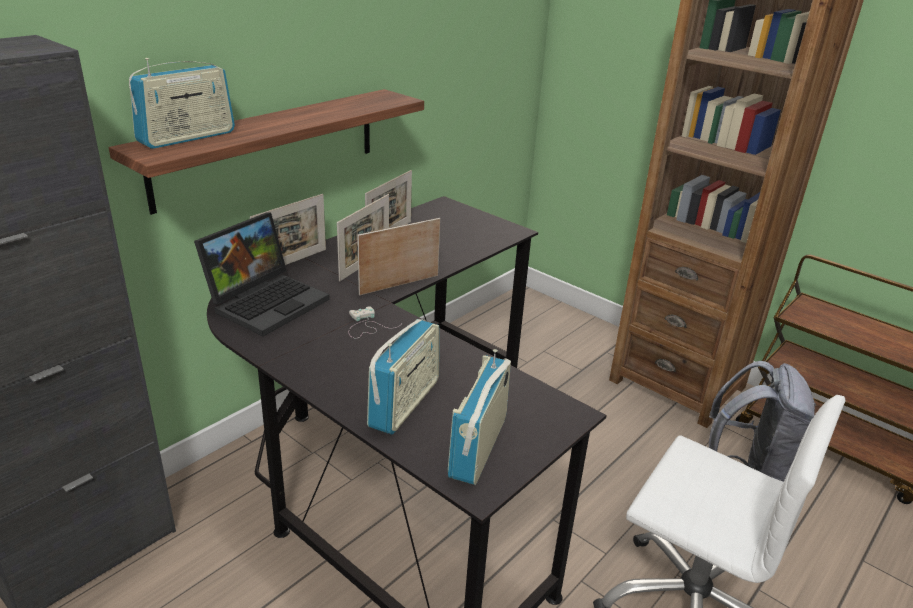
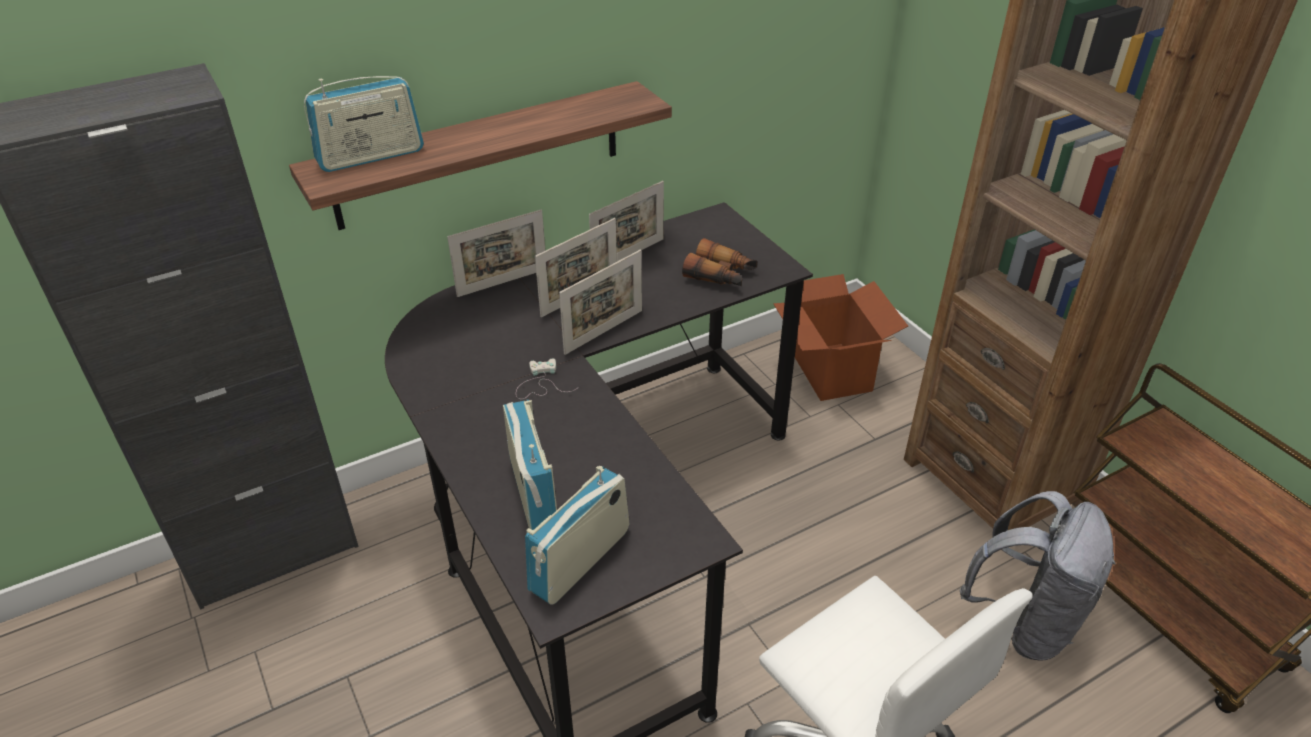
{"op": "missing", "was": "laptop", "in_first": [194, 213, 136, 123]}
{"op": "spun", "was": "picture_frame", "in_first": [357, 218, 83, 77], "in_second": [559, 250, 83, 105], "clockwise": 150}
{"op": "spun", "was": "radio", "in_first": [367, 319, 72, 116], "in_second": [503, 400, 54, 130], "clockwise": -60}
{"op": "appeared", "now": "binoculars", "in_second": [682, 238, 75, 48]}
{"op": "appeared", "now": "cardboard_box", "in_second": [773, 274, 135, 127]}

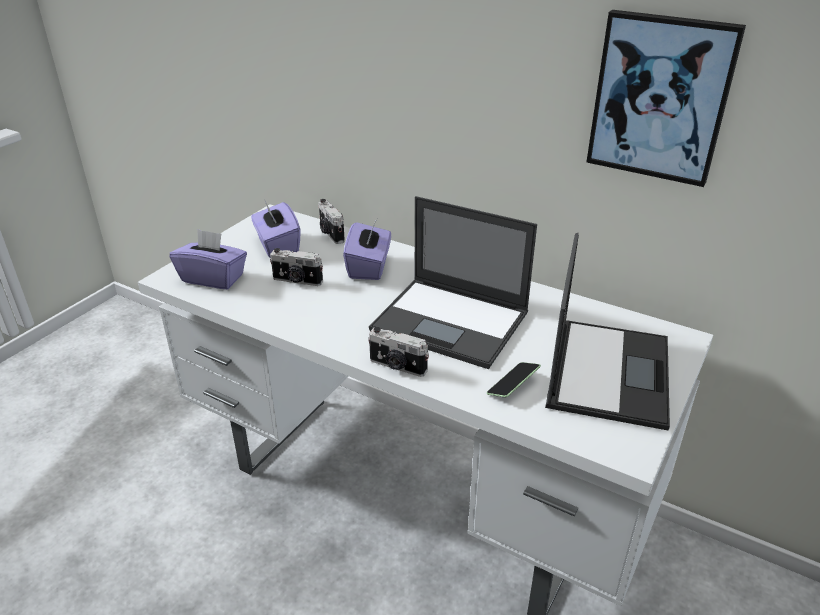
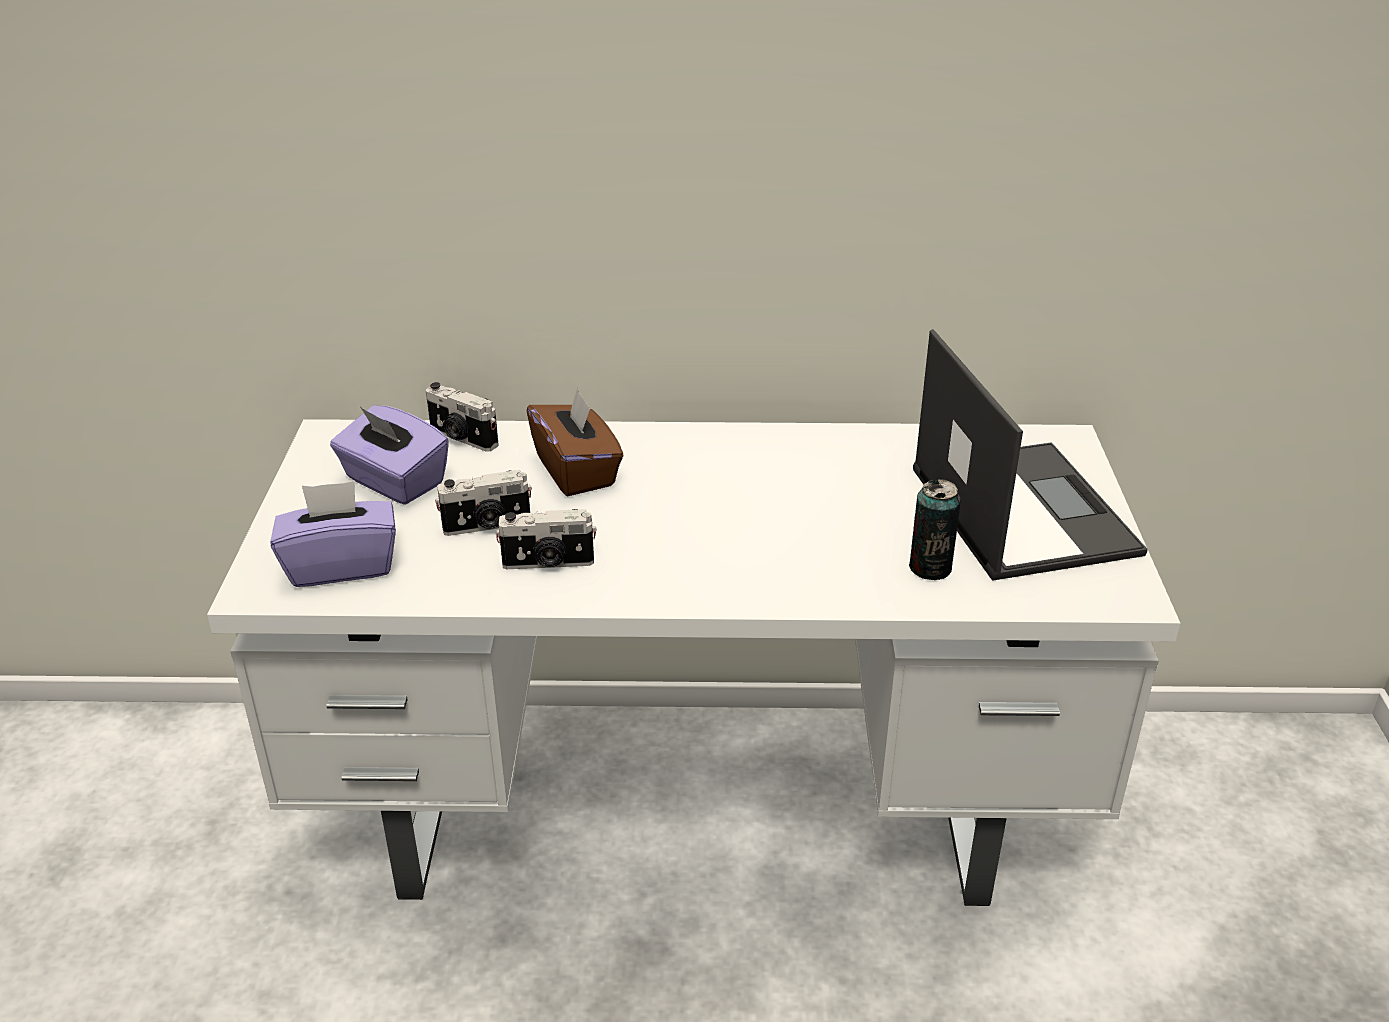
{"op": "missing", "was": "picture", "in_first": [587, 10, 159, 177]}
{"op": "missing", "was": "laptop", "in_first": [369, 196, 168, 173]}
{"op": "colour", "was": "purple_tissue_box", "now": "brown_tissue_box", "in_first": [343, 219, 48, 61], "in_second": [527, 388, 97, 108]}
{"op": "relocated", "was": "photo_camera", "in_first": [369, 327, 60, 50], "in_second": [496, 509, 101, 60]}
{"op": "exchanged", "was": "phone", "now": "can", "in_first": [487, 362, 54, 35], "in_second": [909, 479, 52, 101]}

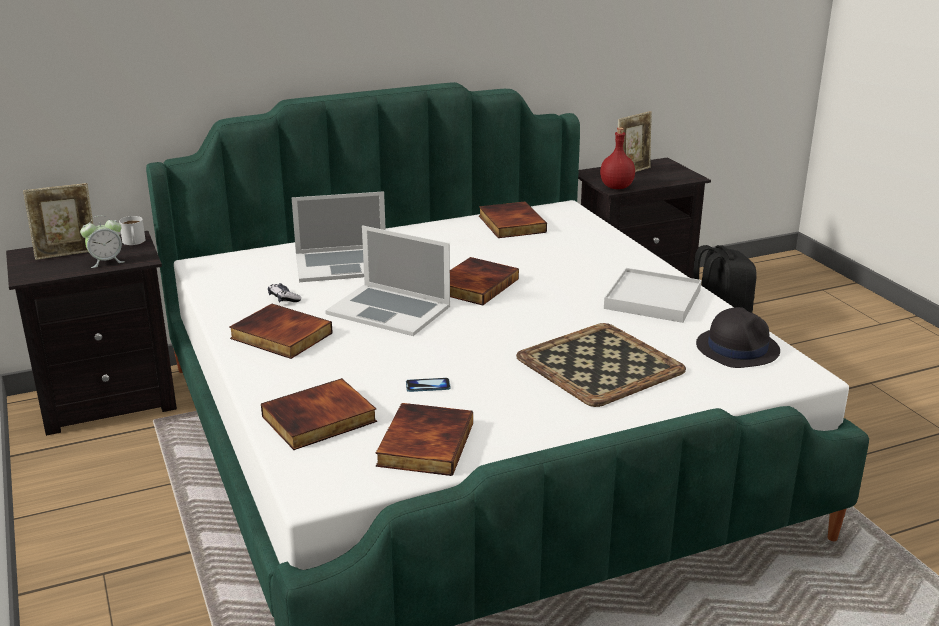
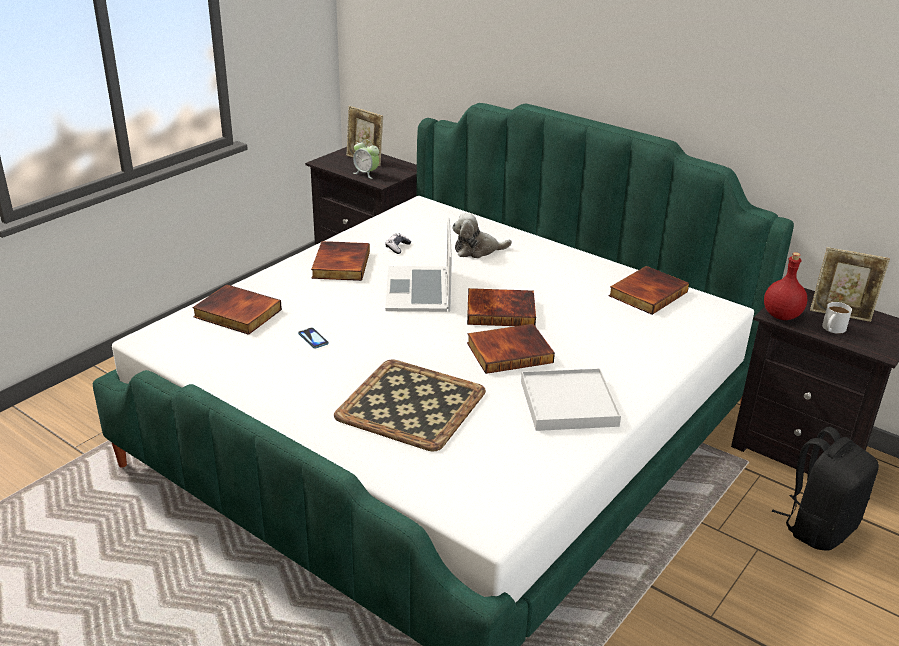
{"op": "exchanged", "was": "laptop", "now": "plush_toy", "in_first": [291, 191, 95, 91], "in_second": [452, 213, 60, 45]}
{"op": "relocated", "was": "white_mug", "in_first": [119, 216, 27, 29], "in_second": [822, 302, 30, 32]}
{"op": "missing", "was": "black_hat", "in_first": [696, 307, 84, 61]}
{"op": "relocated", "was": "book", "in_first": [376, 403, 97, 73], "in_second": [467, 324, 88, 50]}

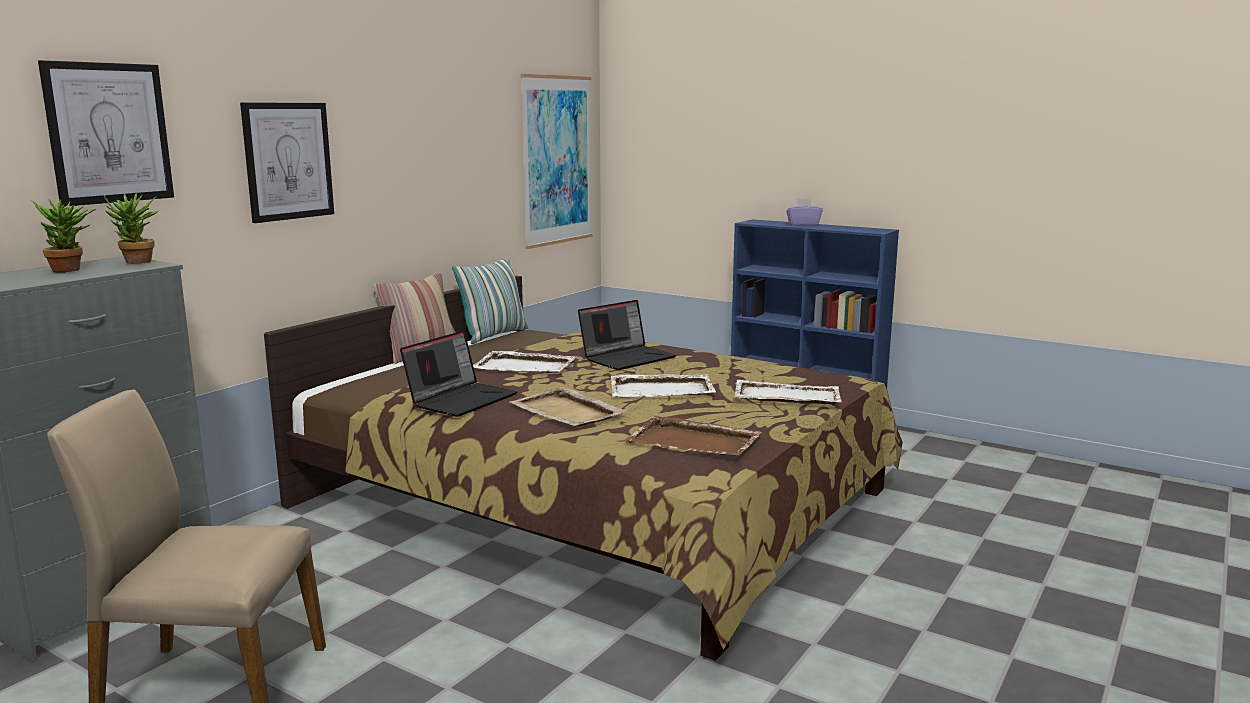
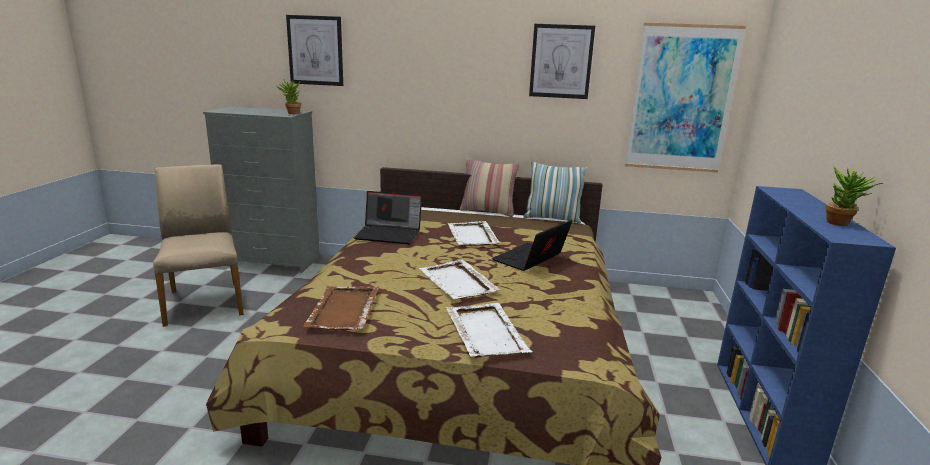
{"op": "relocated", "was": "picture", "in_first": [240, 102, 94, 121], "in_second": [529, 24, 66, 75]}
{"op": "relocated", "was": "potted_plant", "in_first": [33, 199, 63, 73], "in_second": [825, 166, 58, 60]}
{"op": "missing", "was": "purple_tissue_box", "in_first": [786, 199, 37, 27]}
{"op": "spun", "was": "laptop", "in_first": [578, 300, 98, 70], "in_second": [492, 219, 80, 52], "clockwise": 105}
{"op": "missing", "was": "beige_tray", "in_first": [510, 387, 117, 40]}

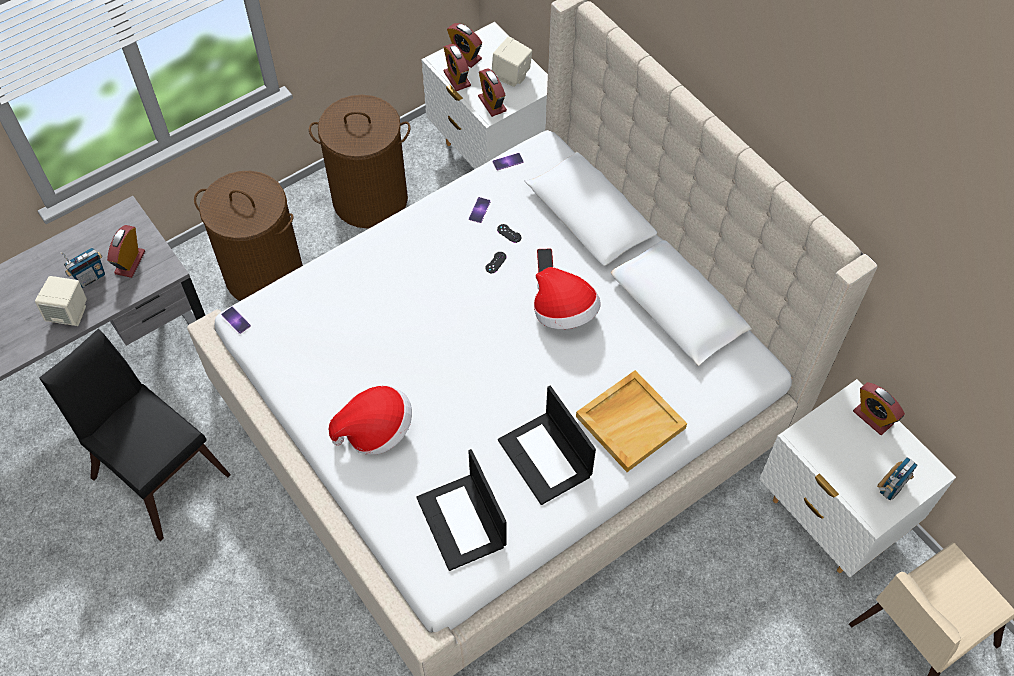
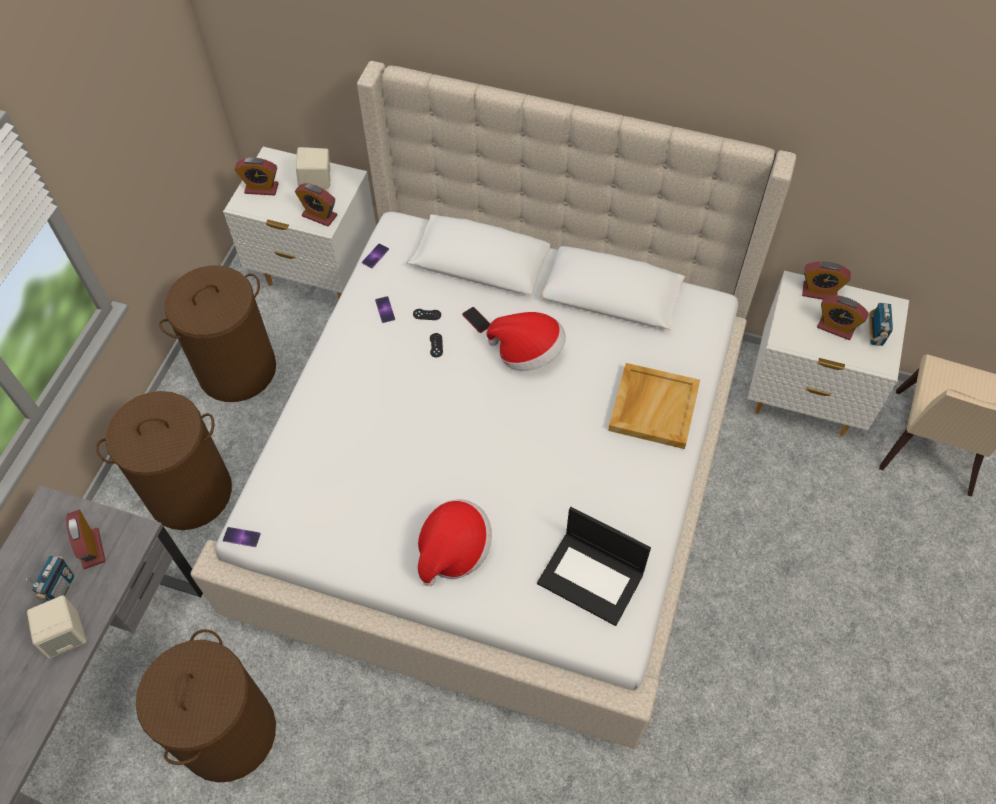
{"op": "relocated", "was": "alarm_clock", "in_first": [443, 44, 28, 47], "in_second": [817, 295, 52, 45]}
{"op": "exchanged", "was": "black_chair", "now": "brown_laundry_basket", "in_first": [39, 329, 192, 212], "in_second": [136, 629, 140, 153]}
{"op": "missing", "was": "laptop", "in_first": [498, 386, 98, 119]}

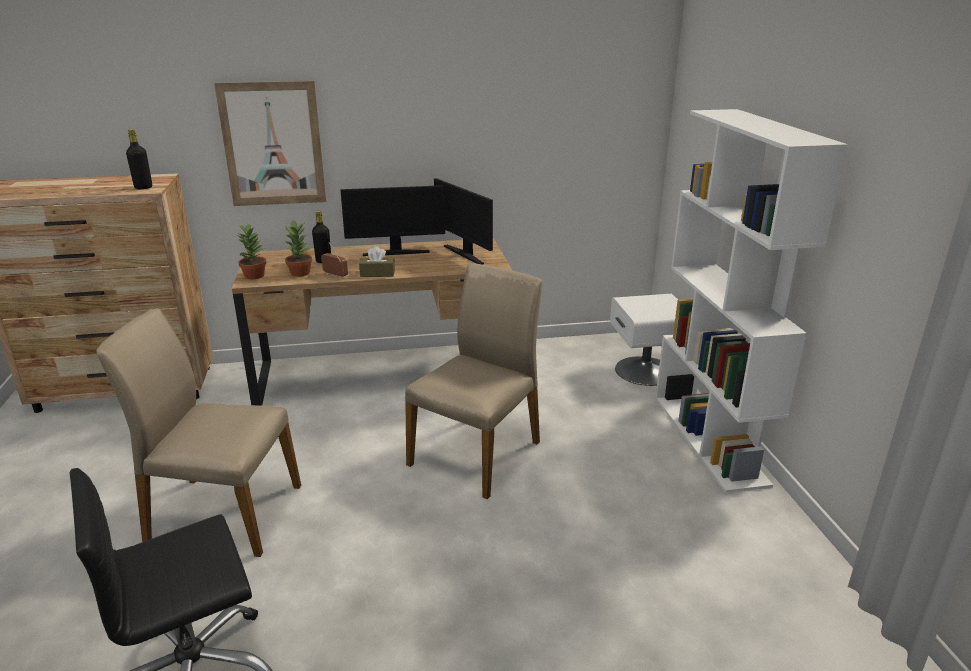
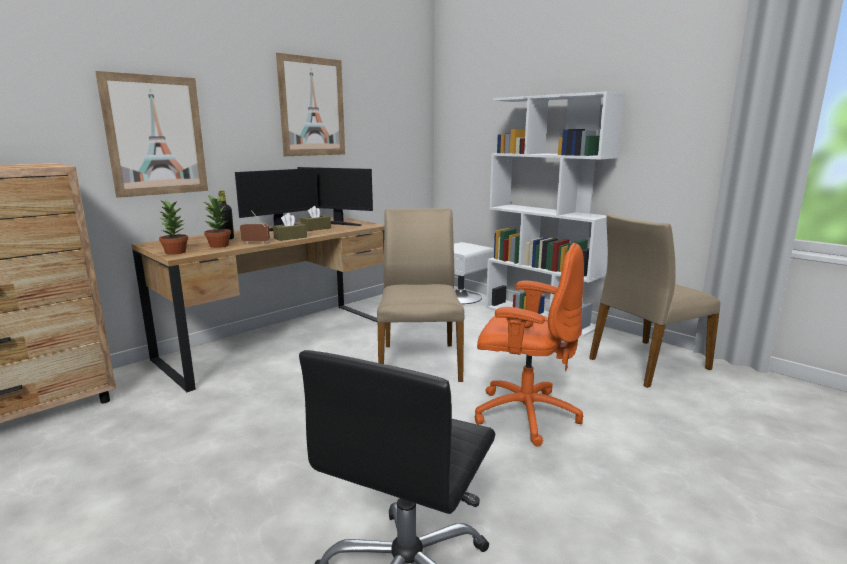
{"op": "missing", "was": "black_bottle", "in_first": [126, 129, 26, 60]}
{"op": "relocated", "was": "beige_chair", "in_first": [96, 308, 205, 249], "in_second": [589, 214, 132, 174]}
{"op": "appeared", "now": "picture", "in_second": [276, 53, 69, 103]}
{"op": "appeared", "now": "brown_tissue_box", "in_second": [300, 206, 31, 25]}
{"op": "appeared", "now": "orange_office_chair", "in_second": [475, 243, 109, 203]}

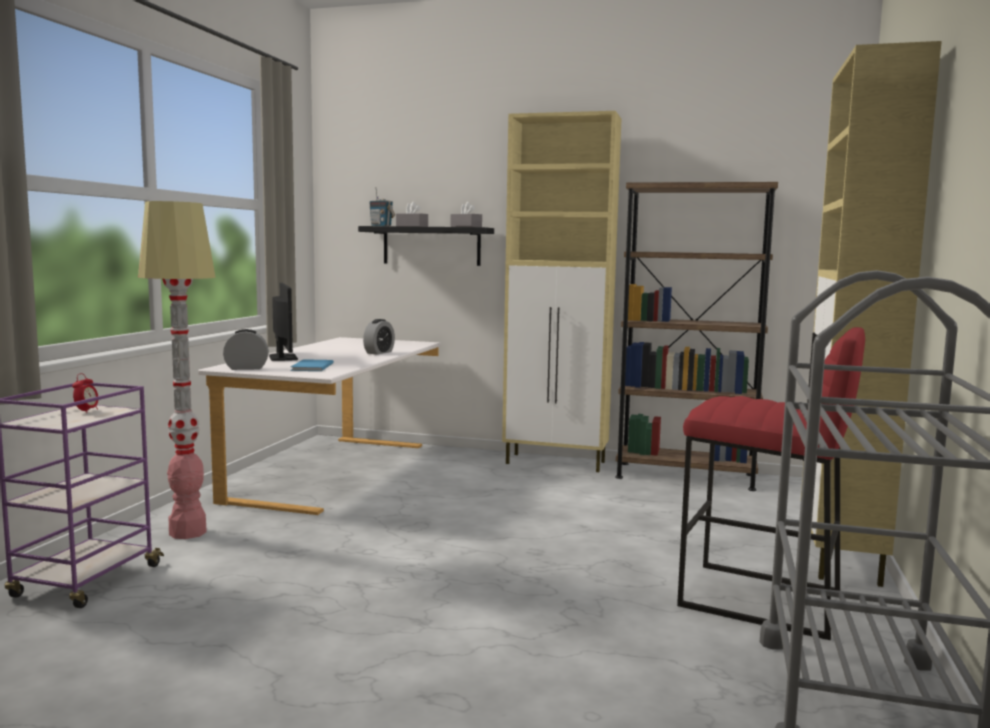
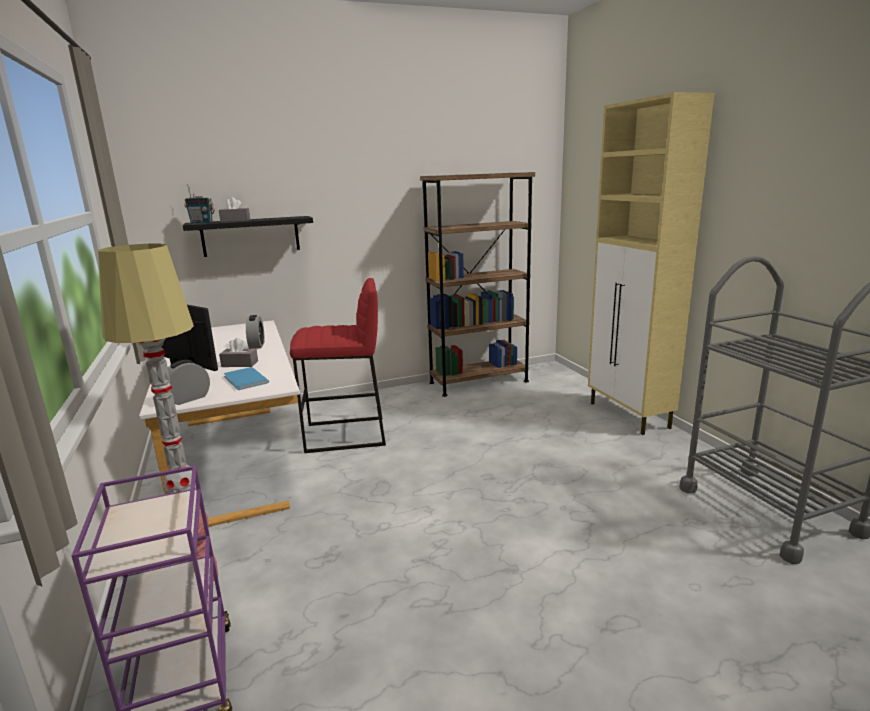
{"op": "missing", "was": "beige_cabinet", "in_first": [502, 111, 120, 361]}
{"op": "relocated", "was": "grey_tissue_box", "in_first": [451, 202, 31, 25], "in_second": [219, 338, 39, 29]}
{"op": "relocated", "was": "red_stool", "in_first": [677, 327, 188, 313], "in_second": [290, 278, 96, 175]}
{"op": "missing", "was": "alarm_clock", "in_first": [72, 373, 26, 40]}

